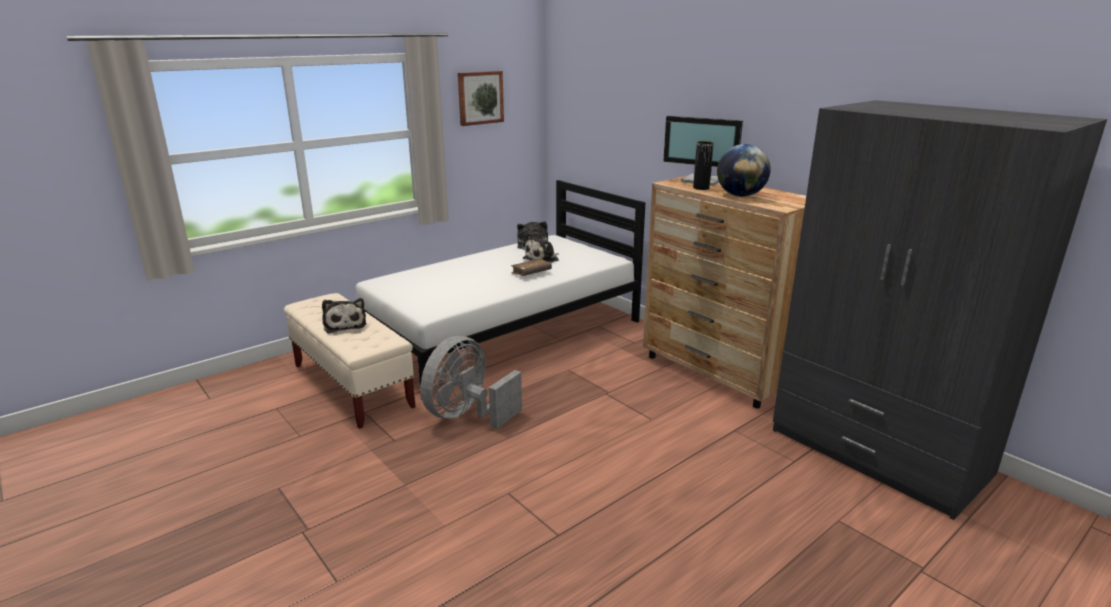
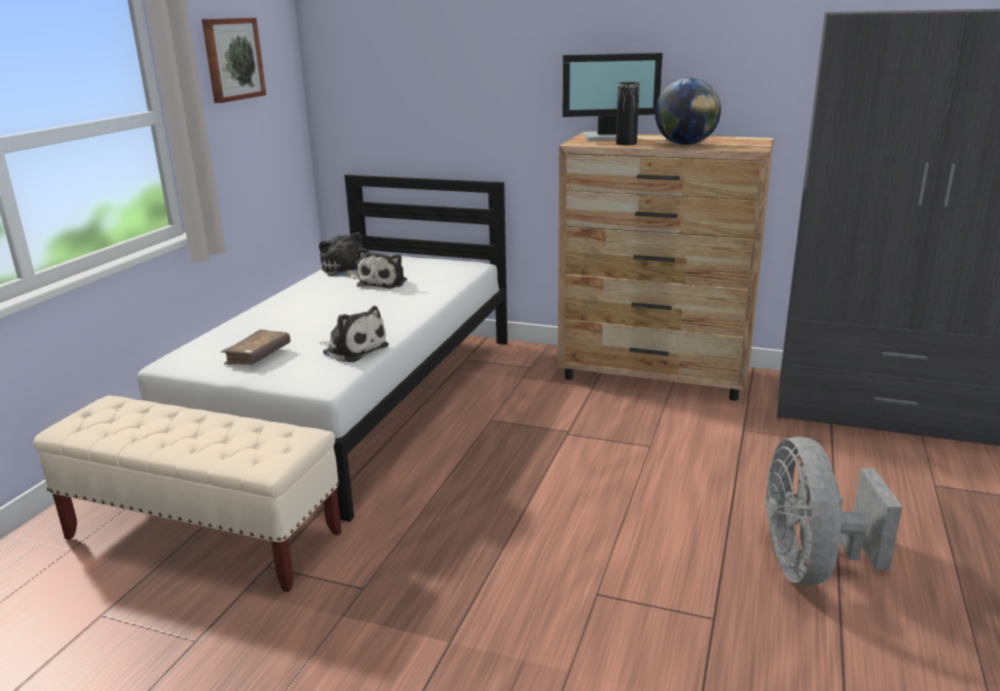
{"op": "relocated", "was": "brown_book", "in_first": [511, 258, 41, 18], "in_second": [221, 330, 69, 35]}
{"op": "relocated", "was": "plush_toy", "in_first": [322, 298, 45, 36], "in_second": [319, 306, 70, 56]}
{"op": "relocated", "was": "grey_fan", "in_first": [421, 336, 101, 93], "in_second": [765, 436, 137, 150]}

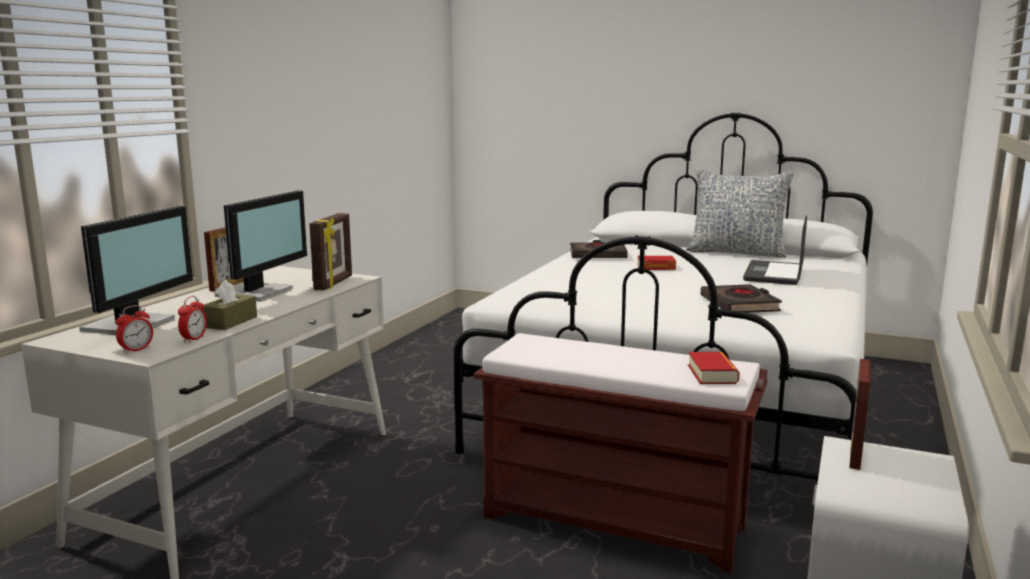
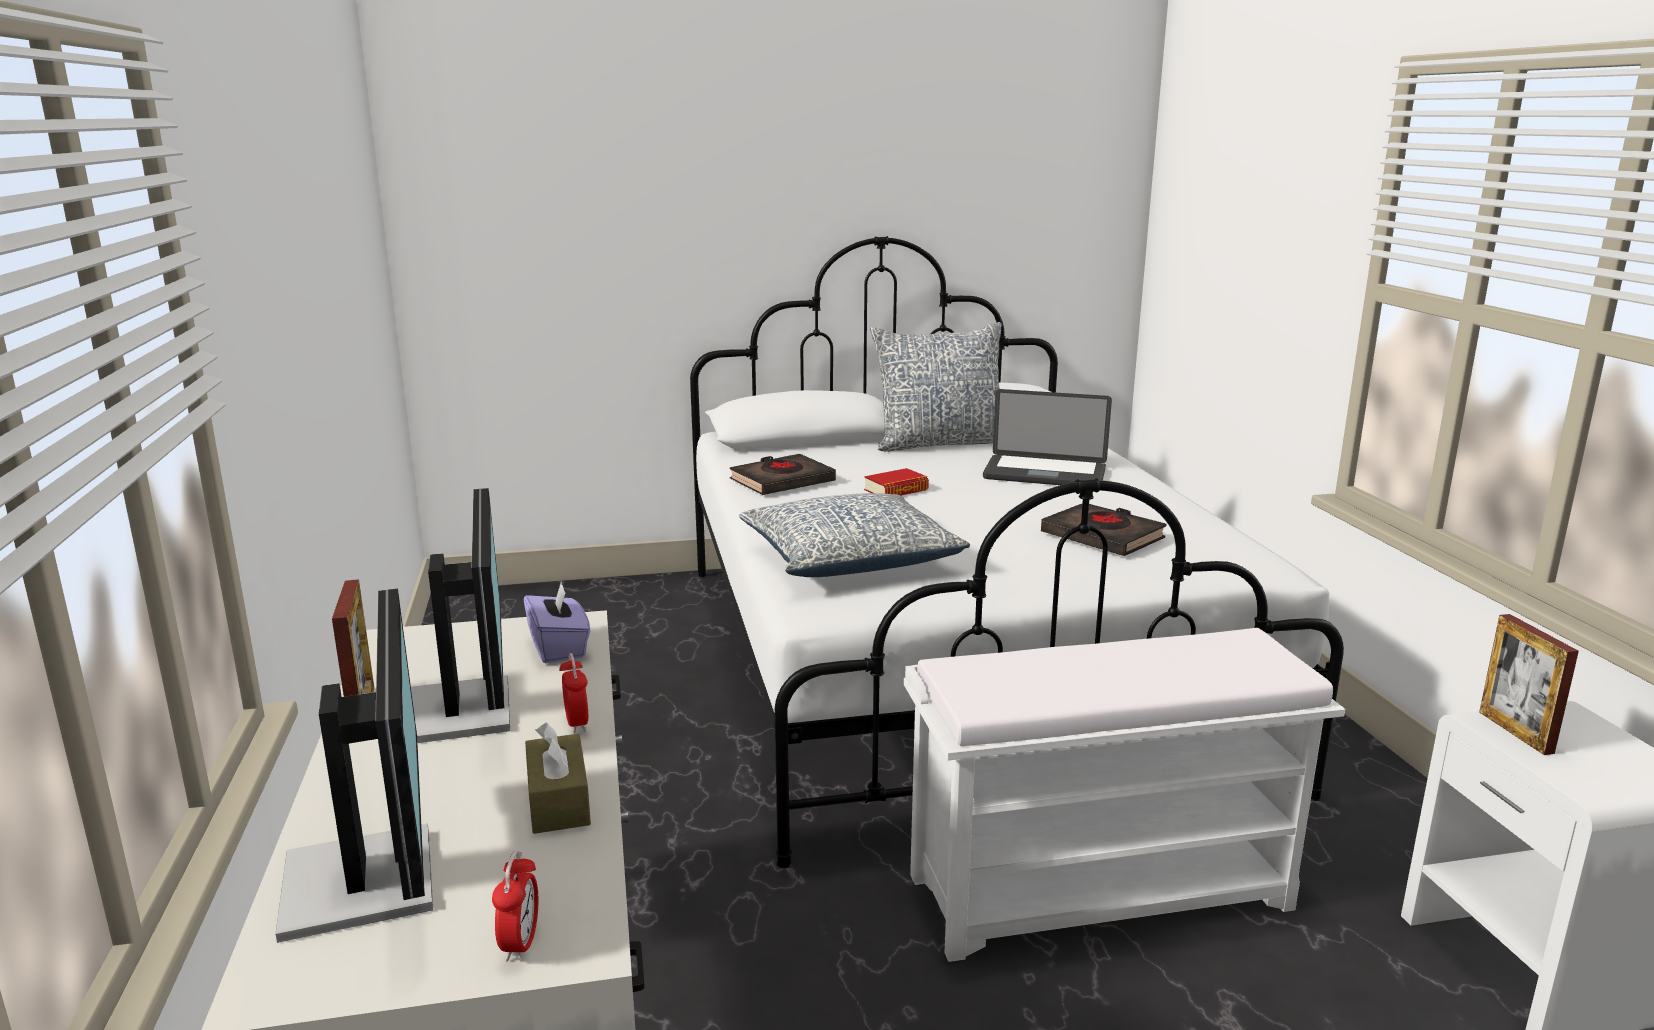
{"op": "exchanged", "was": "picture_frame", "now": "purple_tissue_box", "in_first": [309, 213, 43, 77], "in_second": [524, 580, 66, 84]}
{"op": "spun", "was": "laptop", "in_first": [743, 216, 64, 69], "in_second": [983, 389, 129, 96], "clockwise": -60}
{"op": "relocated", "was": "alarm_clock", "in_first": [178, 296, 29, 47], "in_second": [559, 653, 29, 80]}
{"op": "colour", "was": "brown_bench", "now": "white_bench", "in_first": [474, 333, 294, 240], "in_second": [904, 628, 441, 334]}
{"op": "missing", "was": "book", "in_first": [688, 352, 52, 32]}
{"op": "appeared", "now": "pillow", "in_second": [739, 493, 231, 84]}

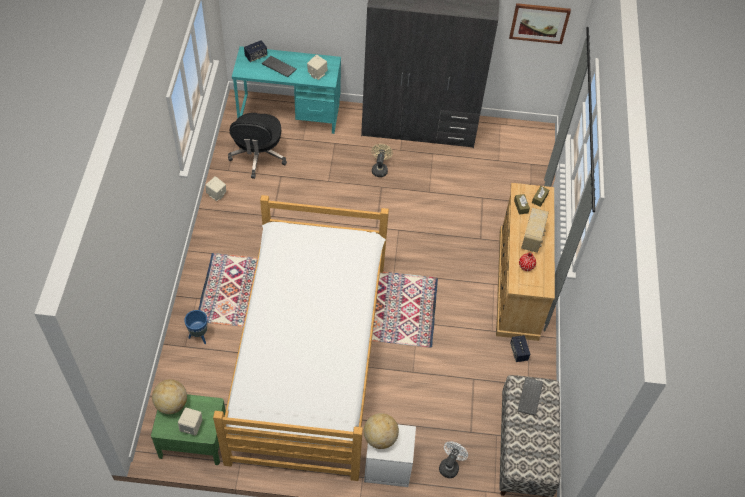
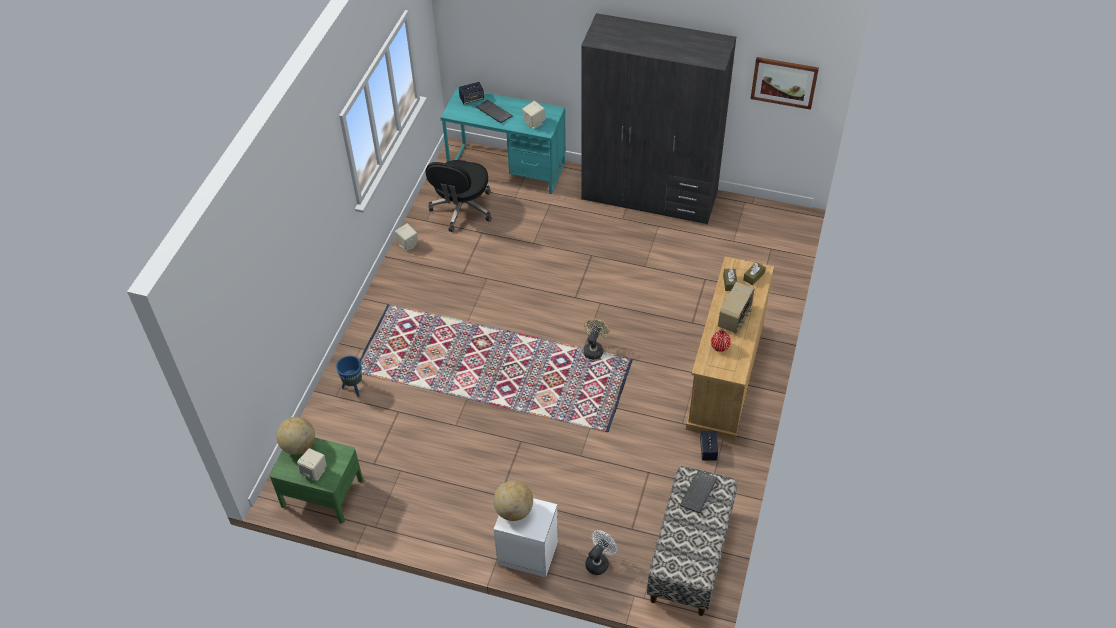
{"op": "relocated", "was": "beige_fan", "in_first": [371, 144, 22, 33], "in_second": [583, 319, 27, 41]}
{"op": "missing", "was": "bed", "in_first": [213, 195, 176, 286]}

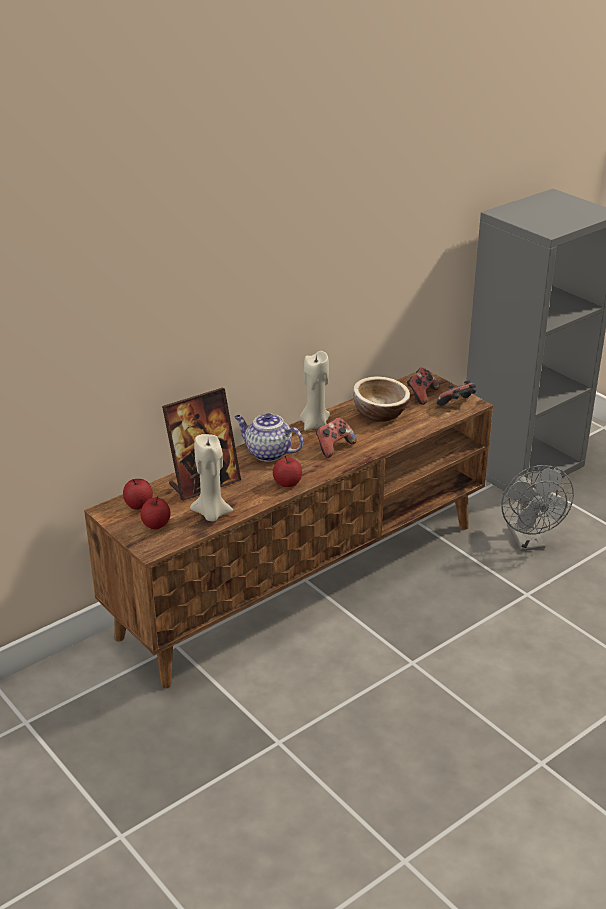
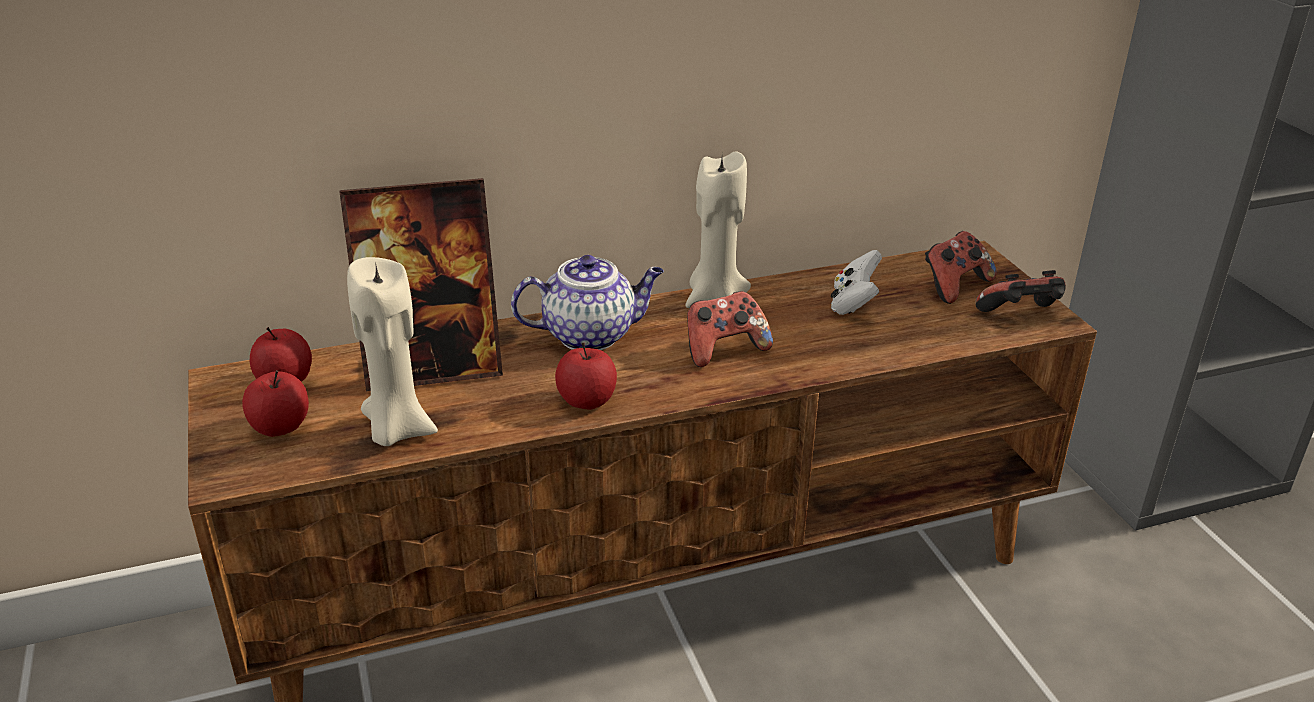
{"op": "exchanged", "was": "bowl", "now": "white_game_controller", "in_first": [353, 377, 57, 45], "in_second": [831, 250, 51, 65]}
{"op": "spun", "was": "teapot", "in_first": [234, 413, 69, 49], "in_second": [511, 255, 153, 95], "clockwise": 120}
{"op": "missing", "was": "grey_fan", "in_first": [501, 465, 73, 86]}

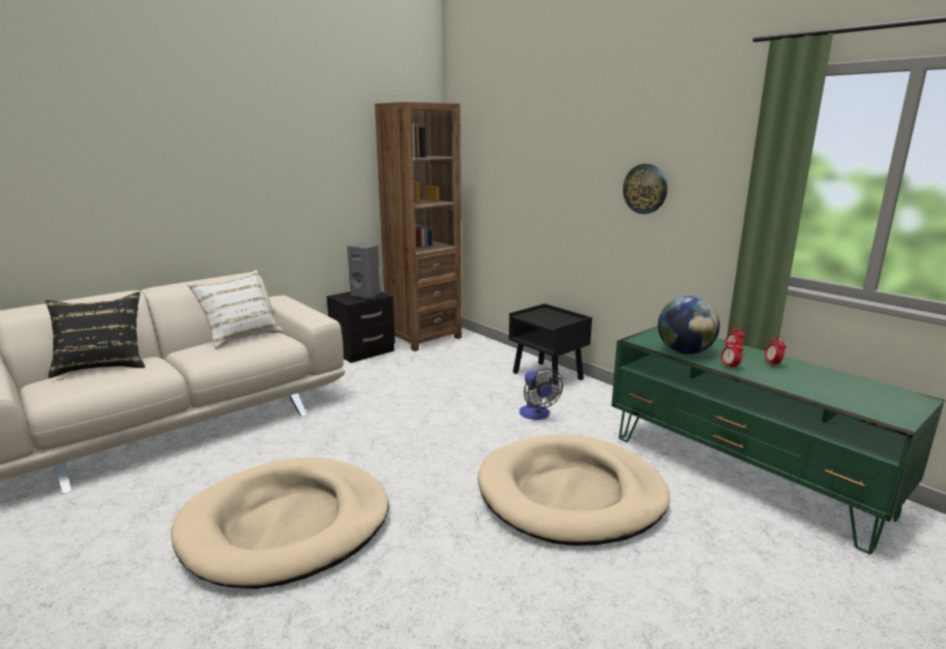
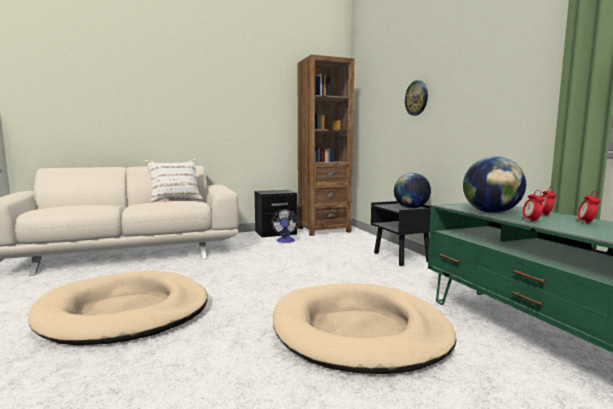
{"op": "relocated", "was": "wall_clock", "in_first": [623, 164, 44, 50], "in_second": [405, 80, 23, 36]}
{"op": "missing", "was": "grey_speaker", "in_first": [347, 243, 33, 56]}
{"op": "missing", "was": "black_pillow", "in_first": [46, 292, 99, 86]}
{"op": "relocated", "was": "fan", "in_first": [519, 368, 44, 52], "in_second": [272, 209, 26, 34]}
{"op": "appeared", "now": "globe", "in_second": [394, 173, 37, 36]}

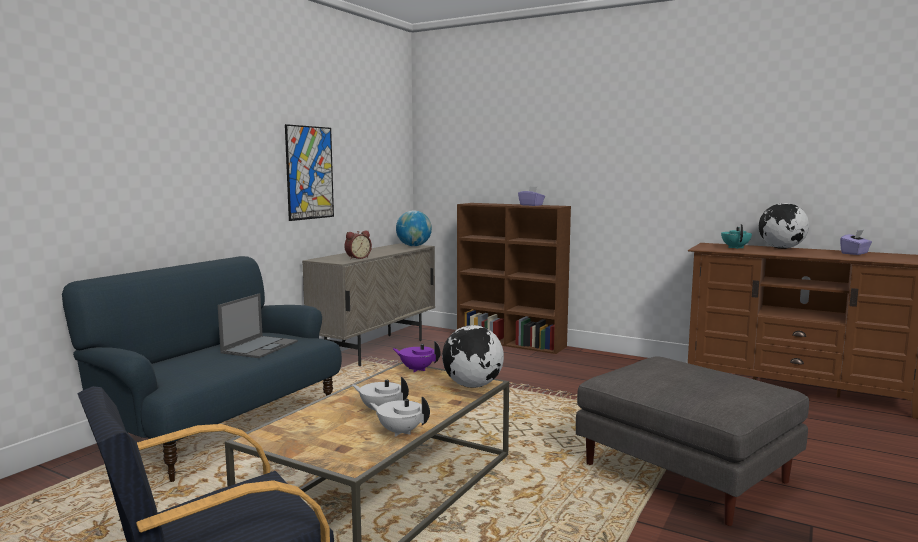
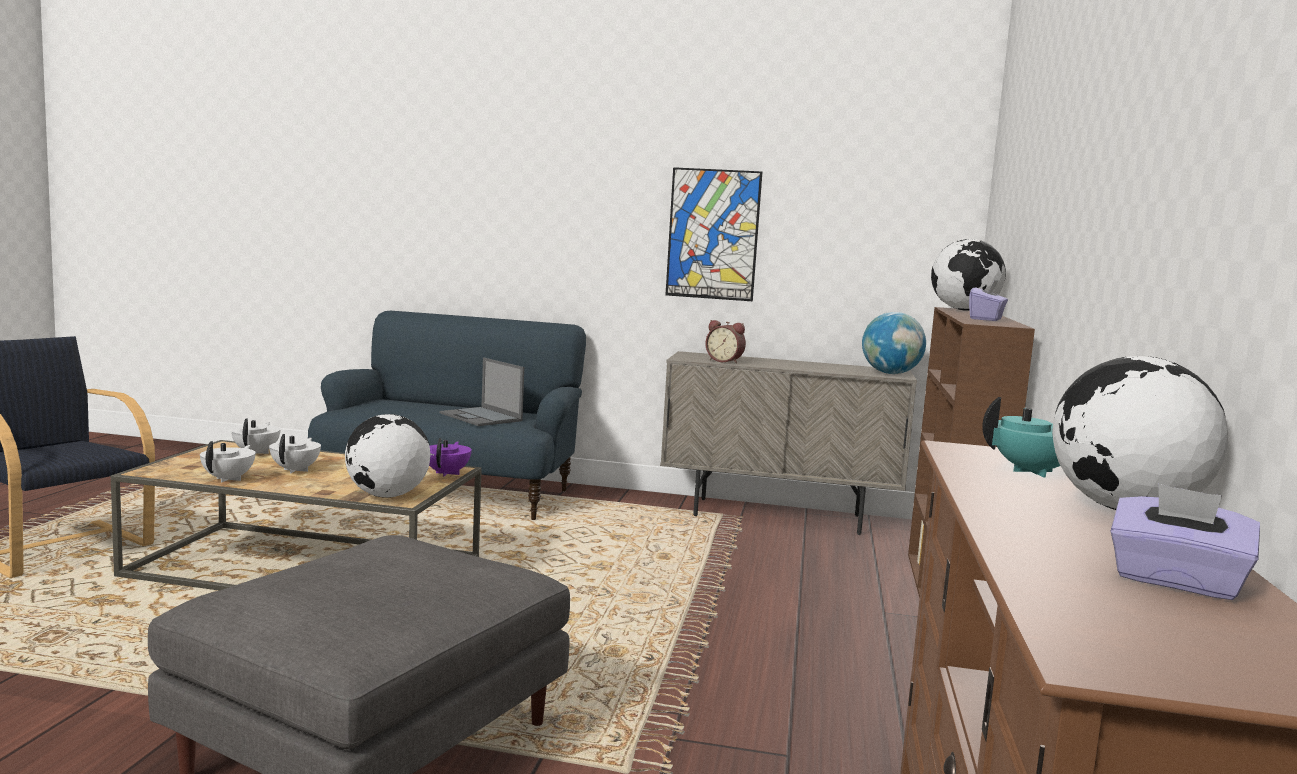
{"op": "spun", "was": "laptop", "in_first": [218, 293, 80, 65], "in_second": [439, 358, 85, 68], "clockwise": 45}
{"op": "appeared", "now": "globe", "in_second": [931, 239, 75, 71]}
{"op": "appeared", "now": "white_teapot", "in_second": [231, 418, 49, 36]}

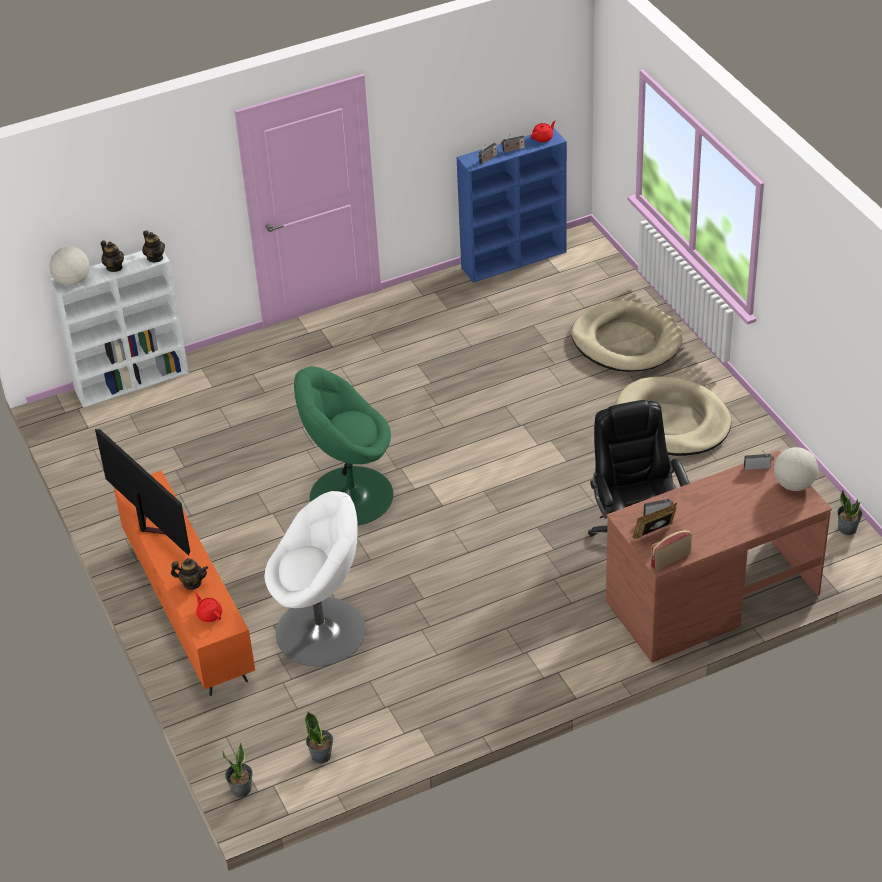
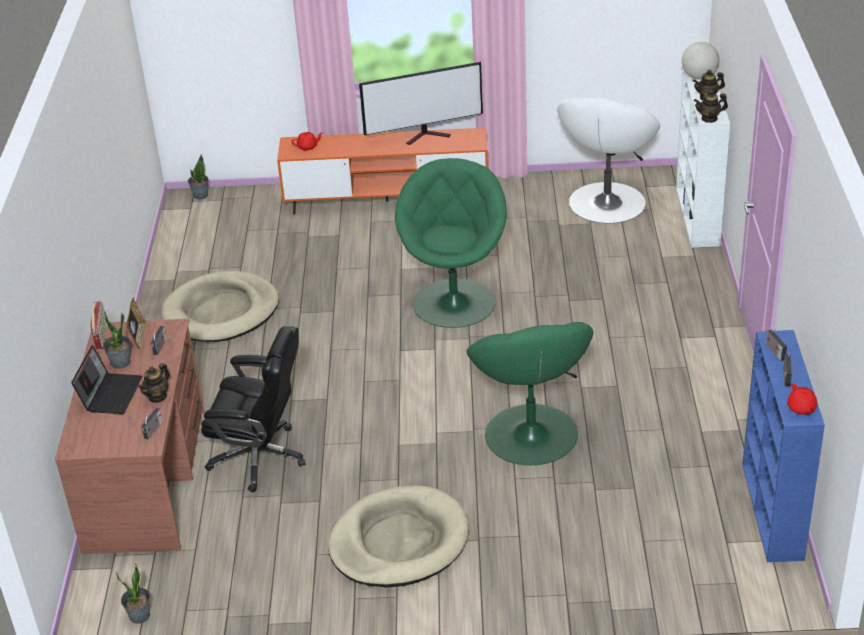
{"op": "relocated", "was": "beige_dog_bed", "in_first": [571, 301, 112, 71], "in_second": [161, 271, 118, 71]}
{"op": "missing", "was": "globe", "in_first": [774, 447, 44, 44]}
{"op": "relocated", "was": "white_armchair", "in_first": [264, 491, 101, 175], "in_second": [557, 97, 103, 126]}
{"op": "relocated", "was": "teapot", "in_first": [171, 558, 37, 32], "in_second": [138, 363, 32, 40]}
{"op": "relocated", "was": "potted_plant", "in_first": [305, 712, 28, 51], "in_second": [103, 311, 28, 58]}
{"op": "appeared", "now": "green_armchair", "in_second": [466, 322, 127, 143]}
{"op": "appeared", "now": "laptop", "in_second": [71, 345, 71, 69]}

